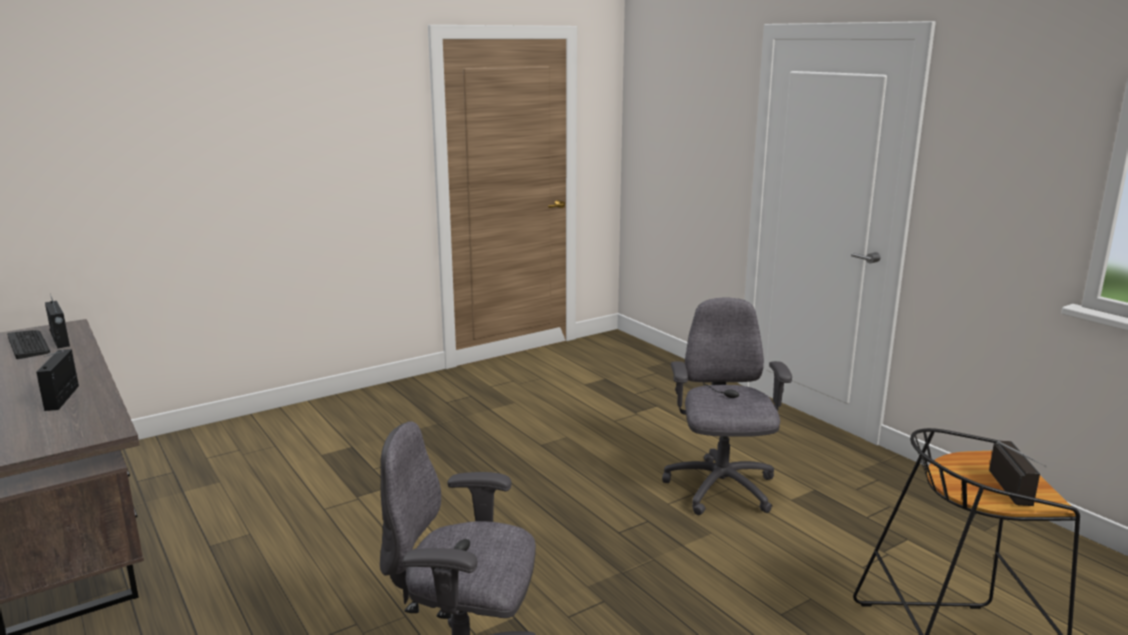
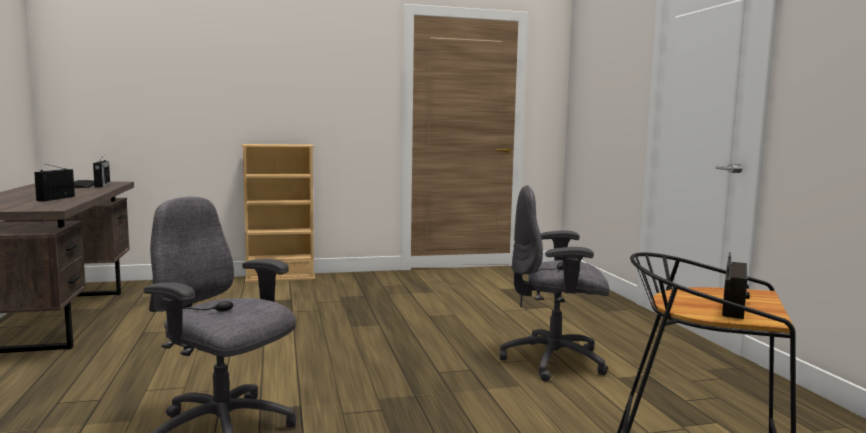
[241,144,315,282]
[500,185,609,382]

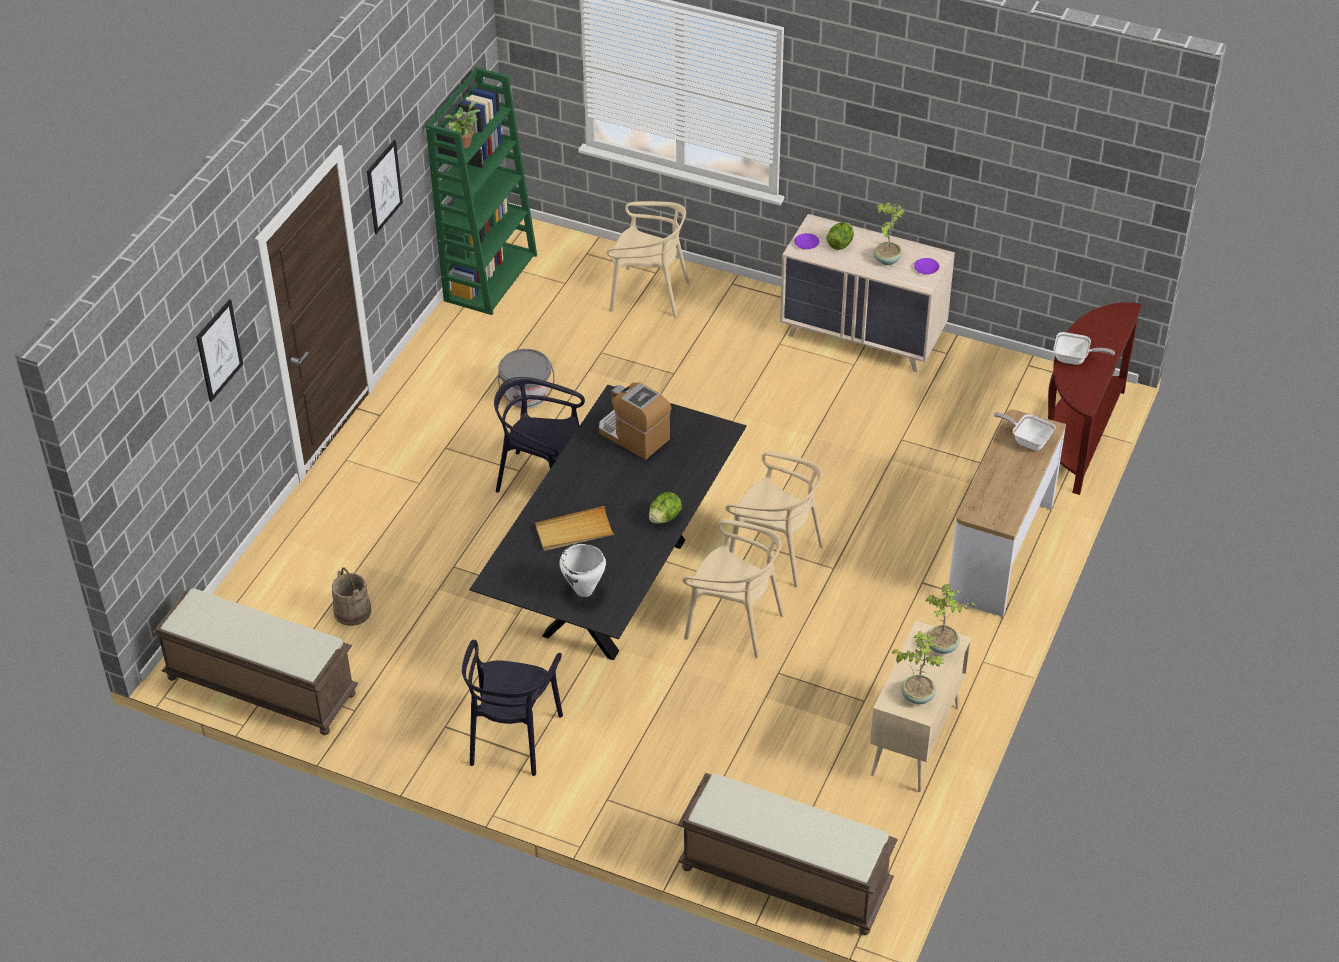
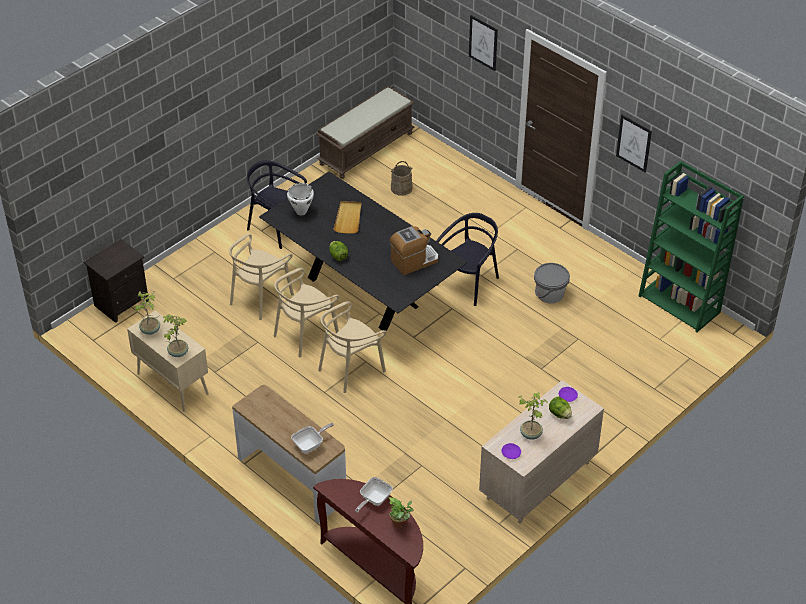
[389,497,414,528]
[229,233,294,320]
[83,239,149,323]

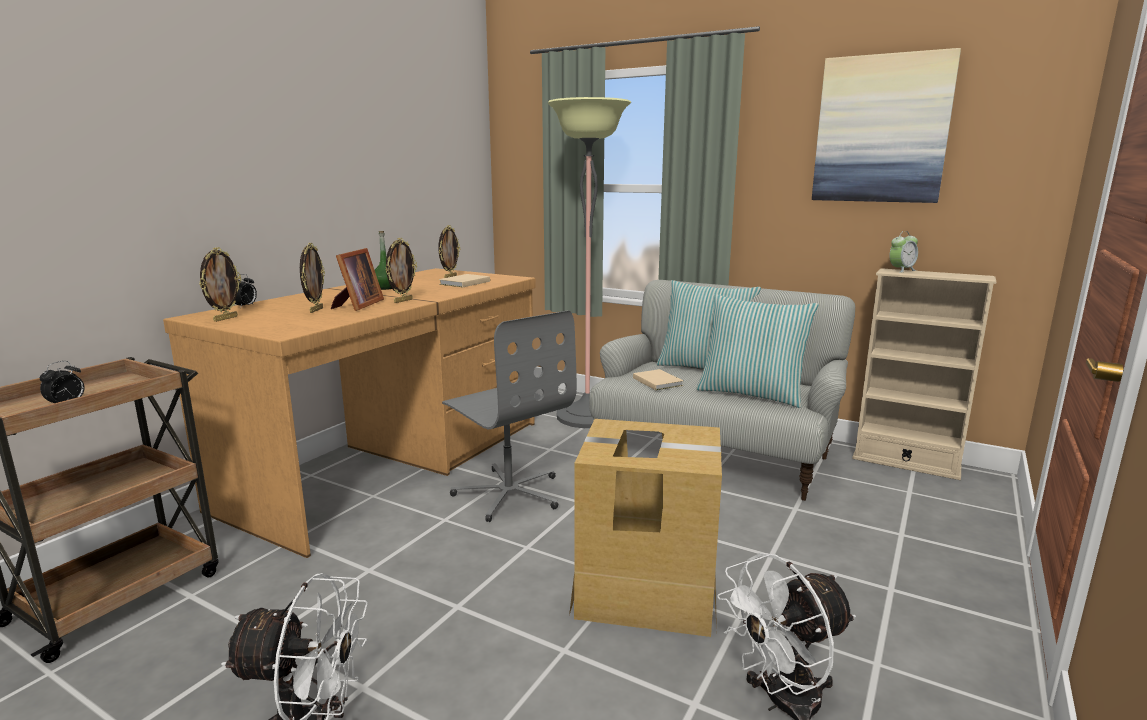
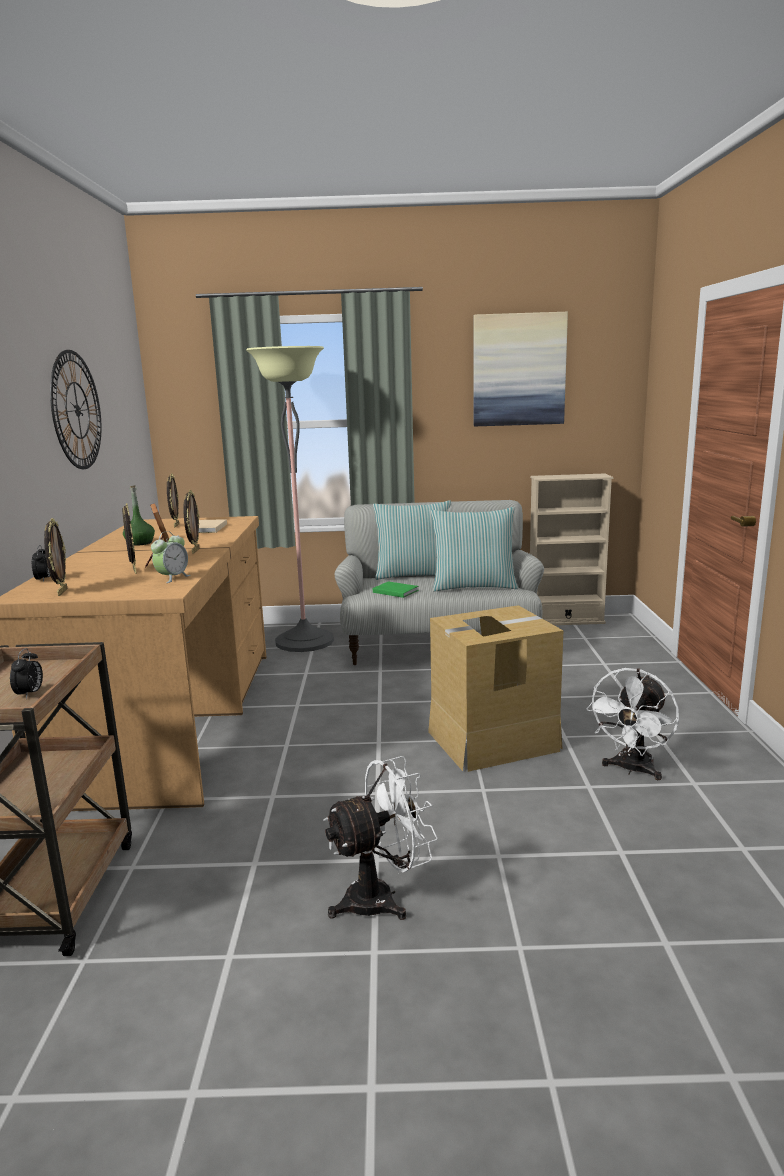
[442,310,577,522] (first image)
[50,350,101,469]
[151,531,191,583]
[373,581,419,598]

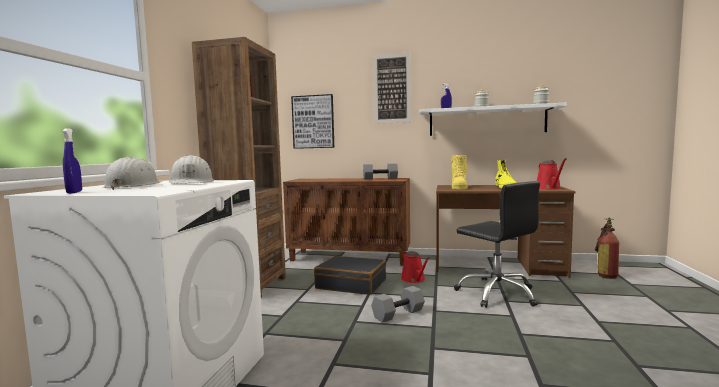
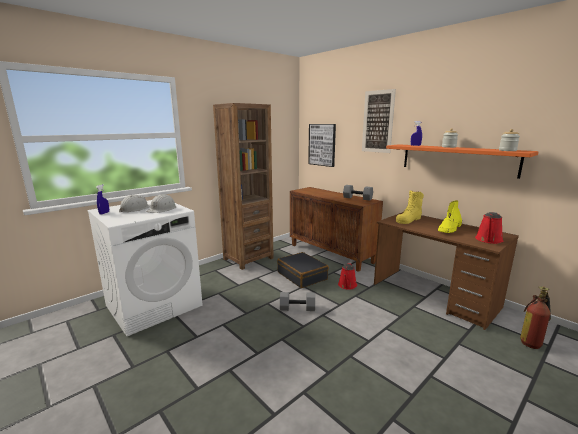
[454,181,540,308] (first image)
[386,144,539,179]

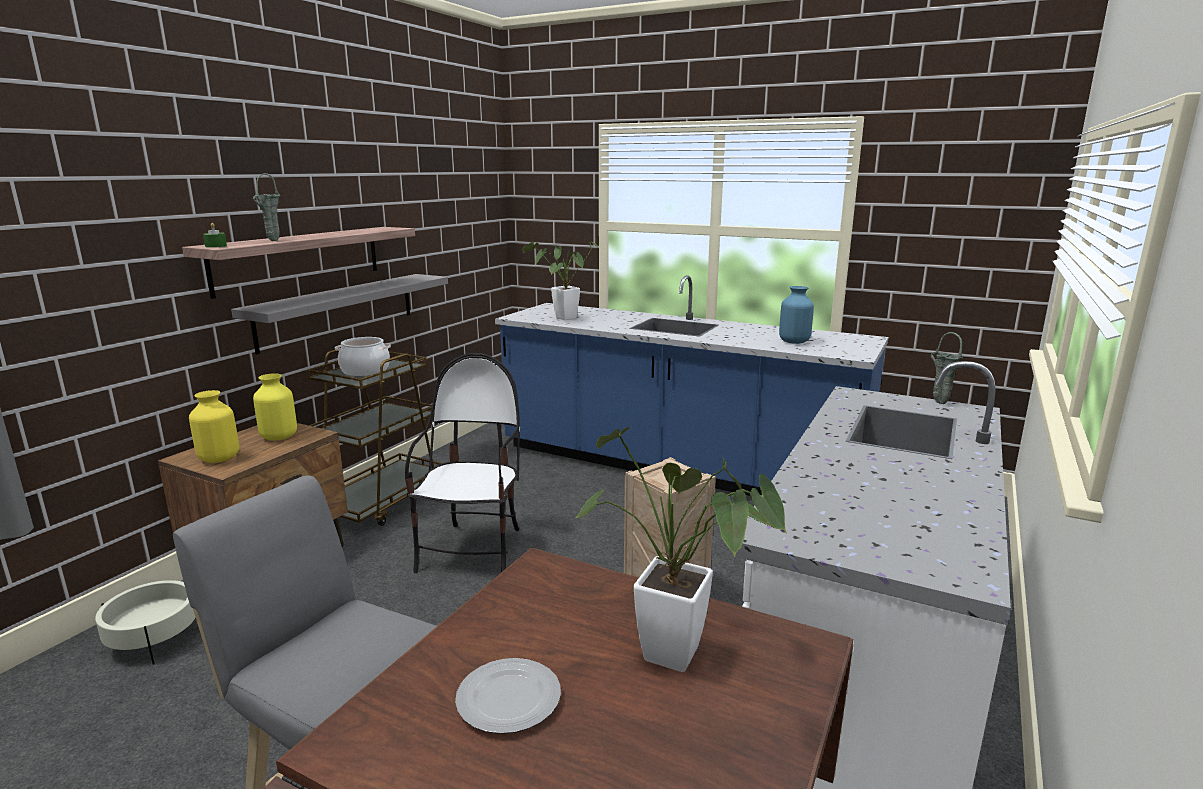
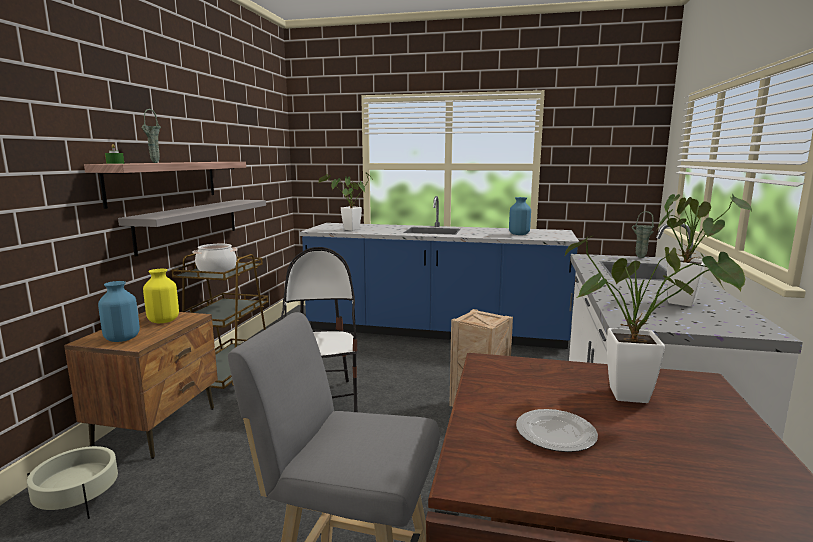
[658,193,752,307]
[98,281,140,342]

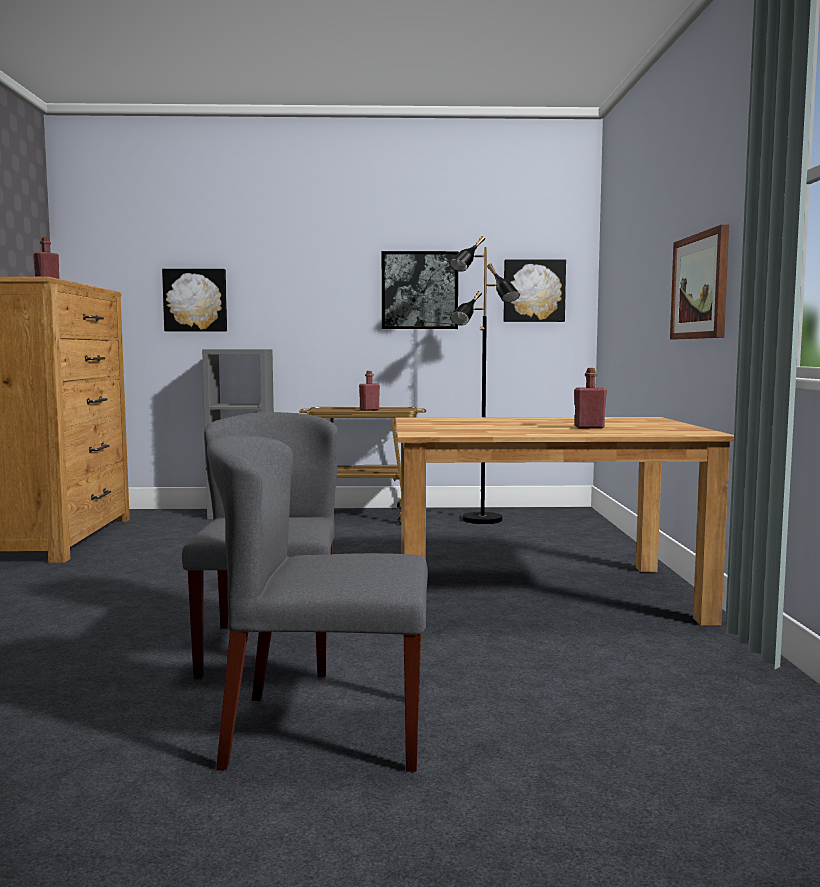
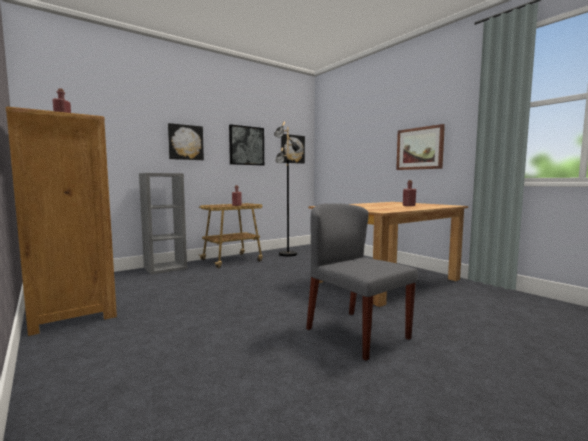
[207,435,428,772] (first image)
[168,123,204,160]

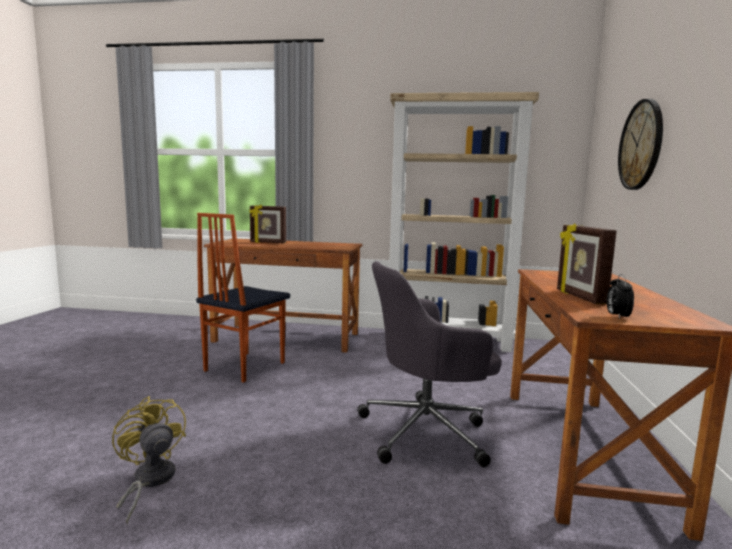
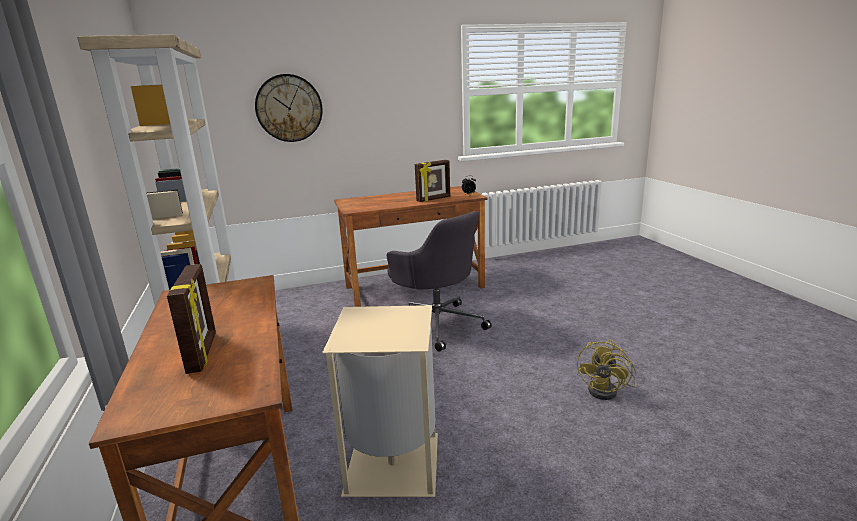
[322,305,438,497]

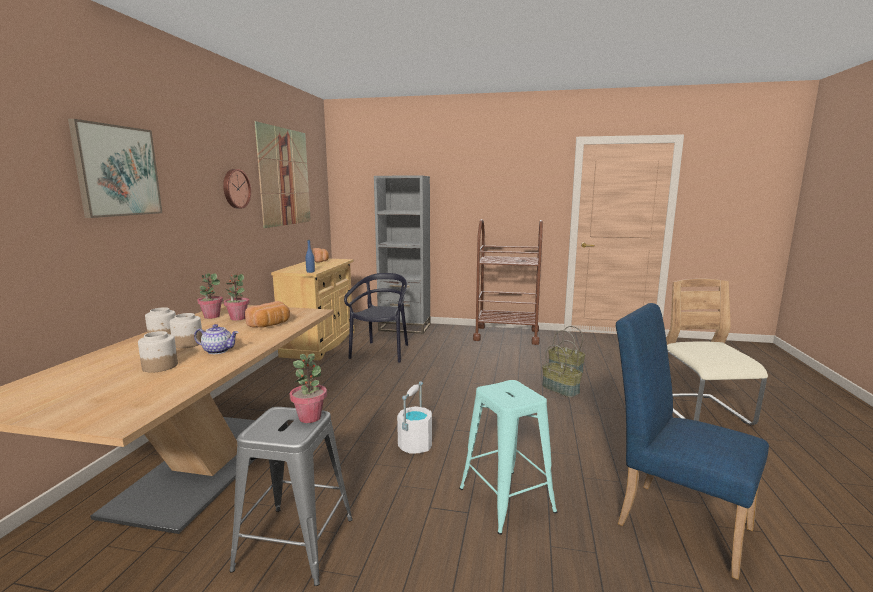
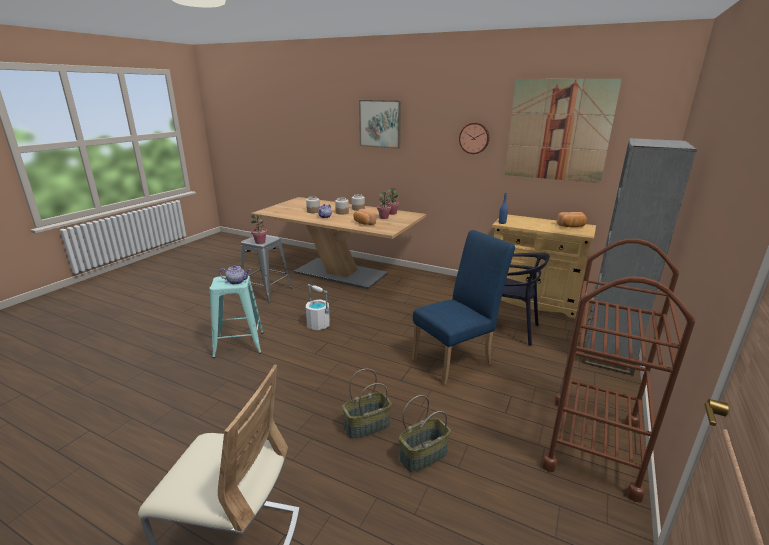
[219,265,251,284]
[412,230,515,385]

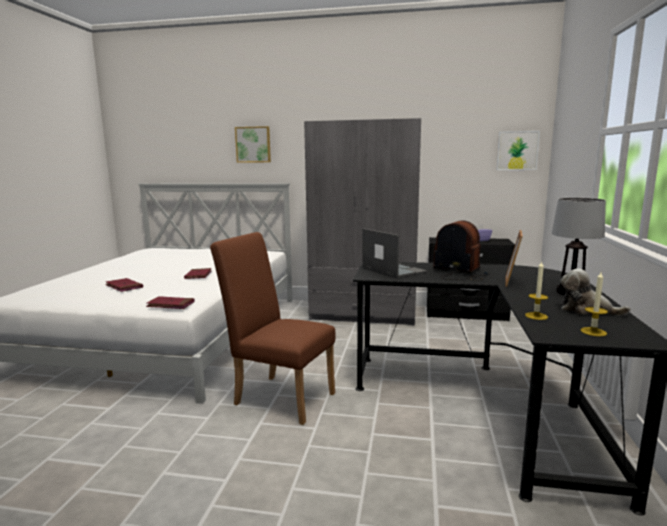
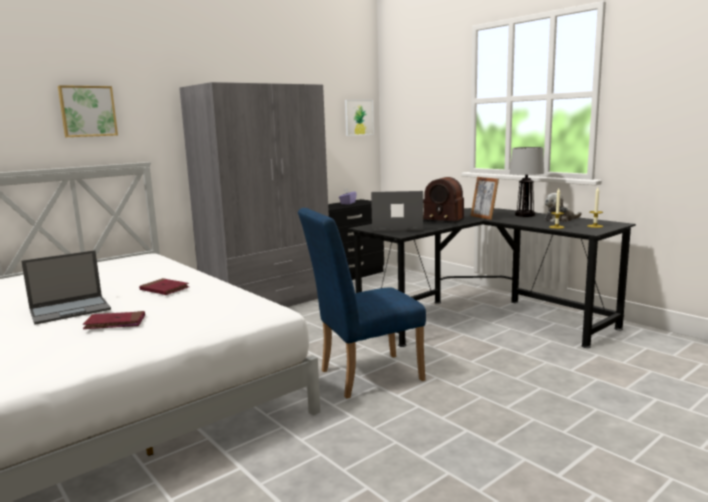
[146,296,194,309] (first image)
[21,250,111,325]
[298,208,426,399]
[423,177,464,224]

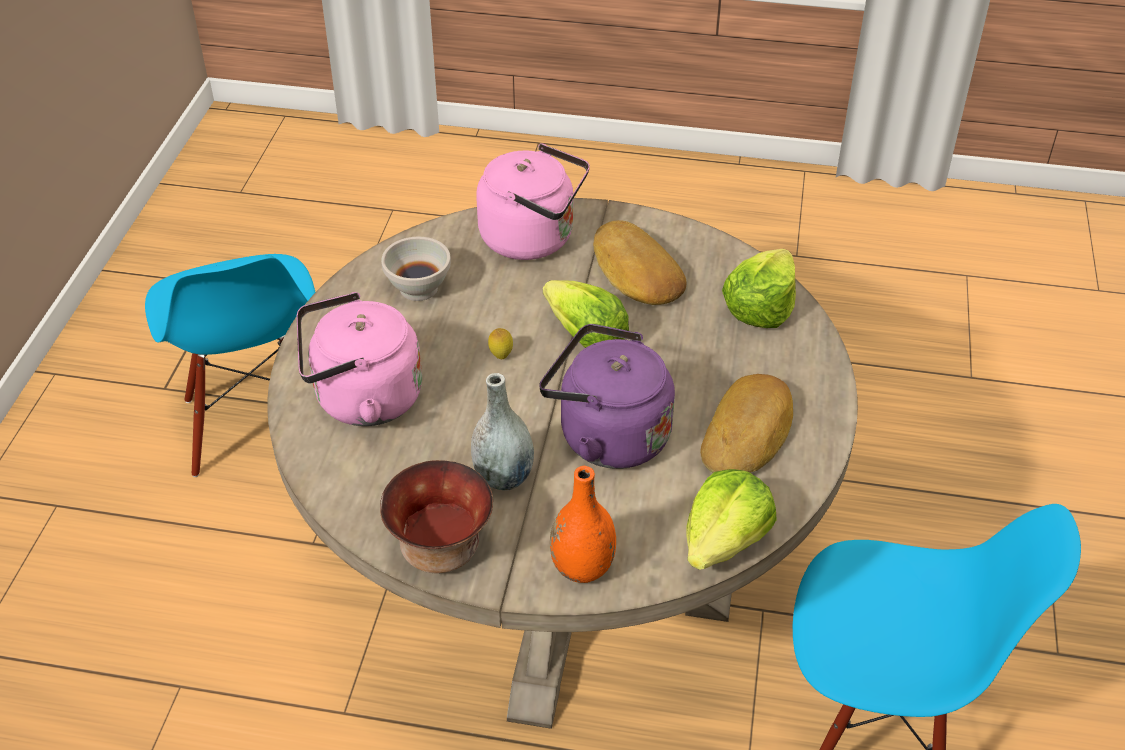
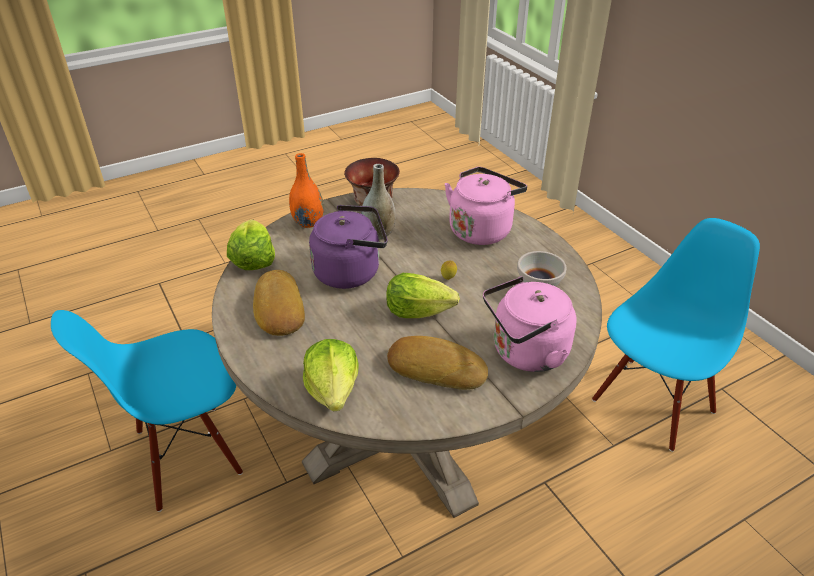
[592,218,760,452]

